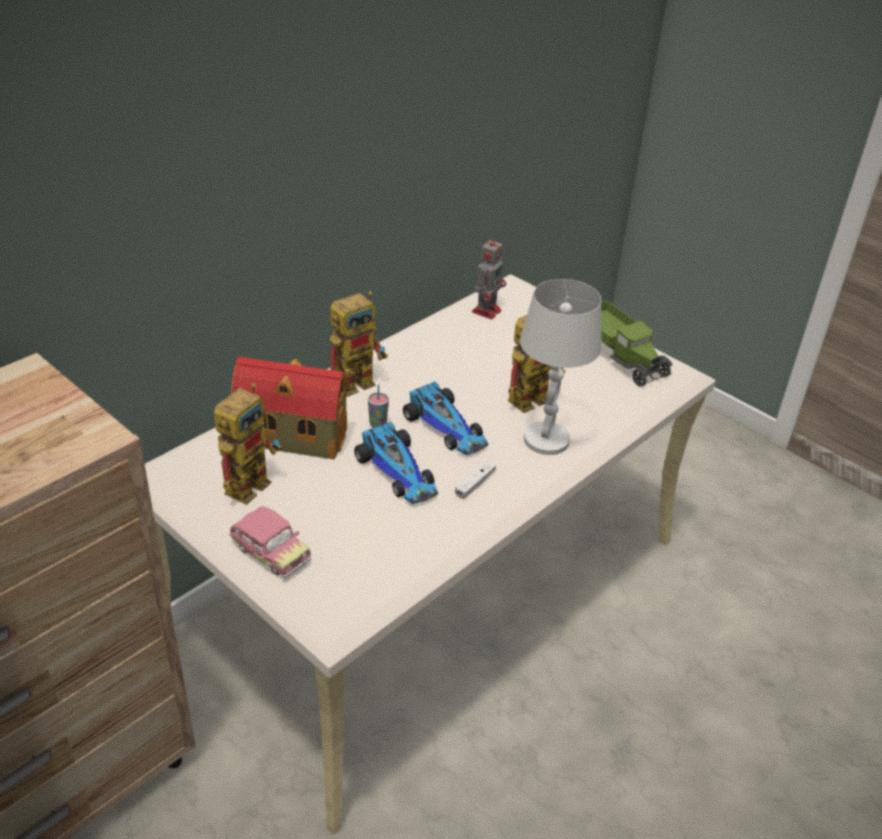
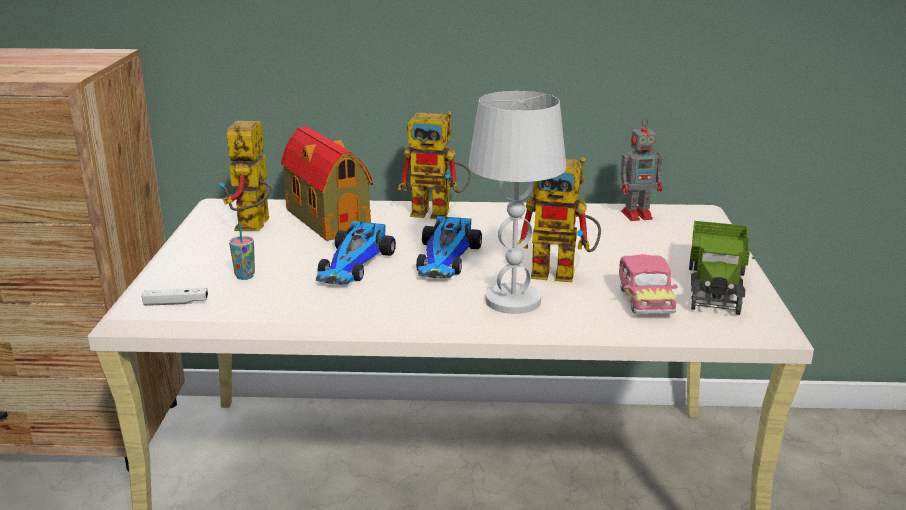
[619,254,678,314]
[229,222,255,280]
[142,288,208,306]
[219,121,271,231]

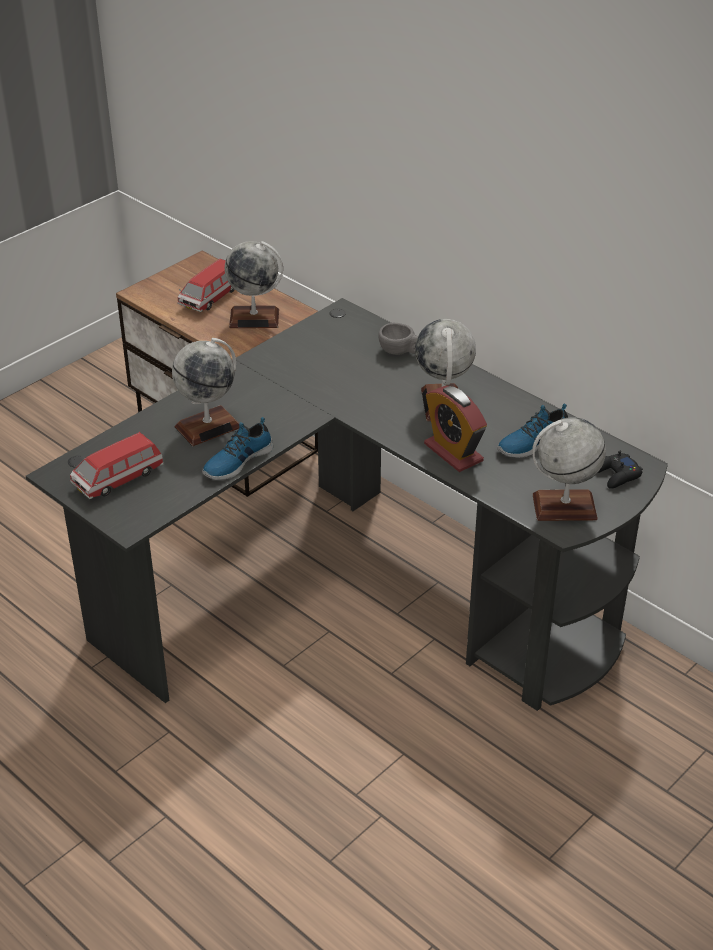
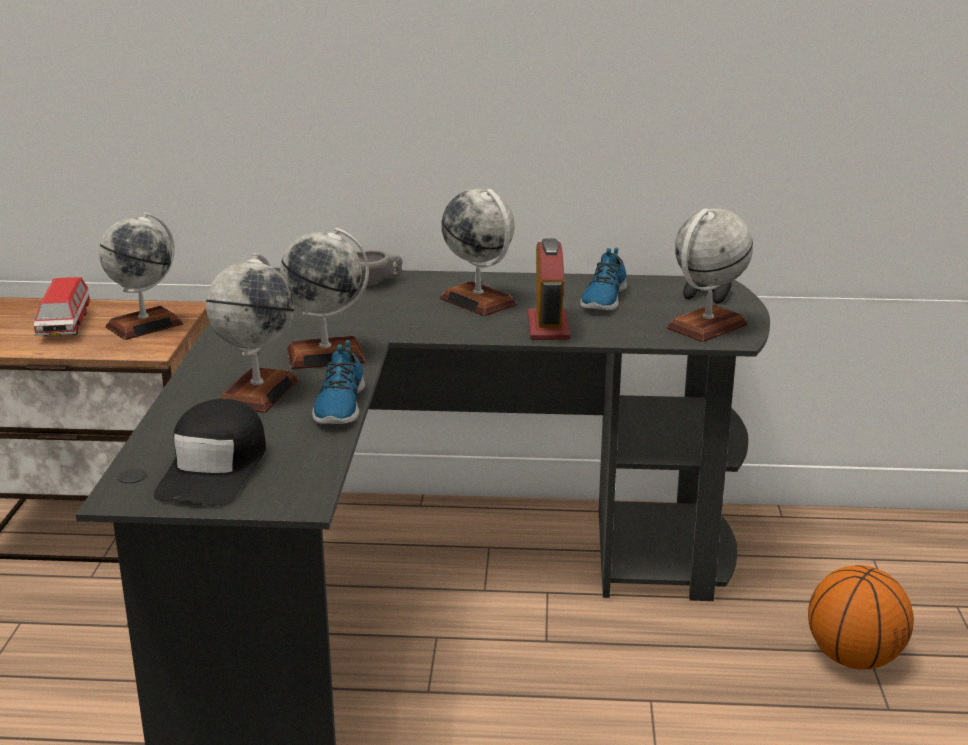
[280,228,369,369]
[808,565,914,669]
[154,399,266,506]
[527,238,570,340]

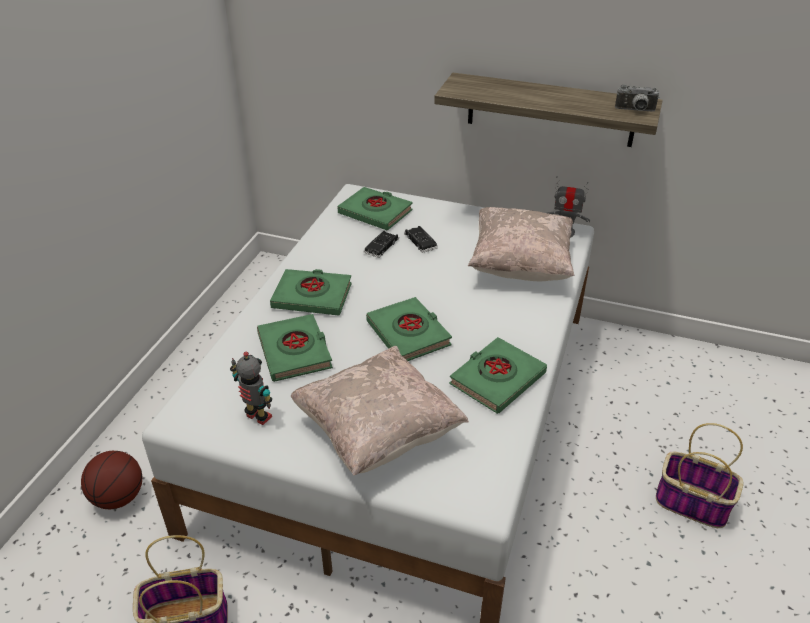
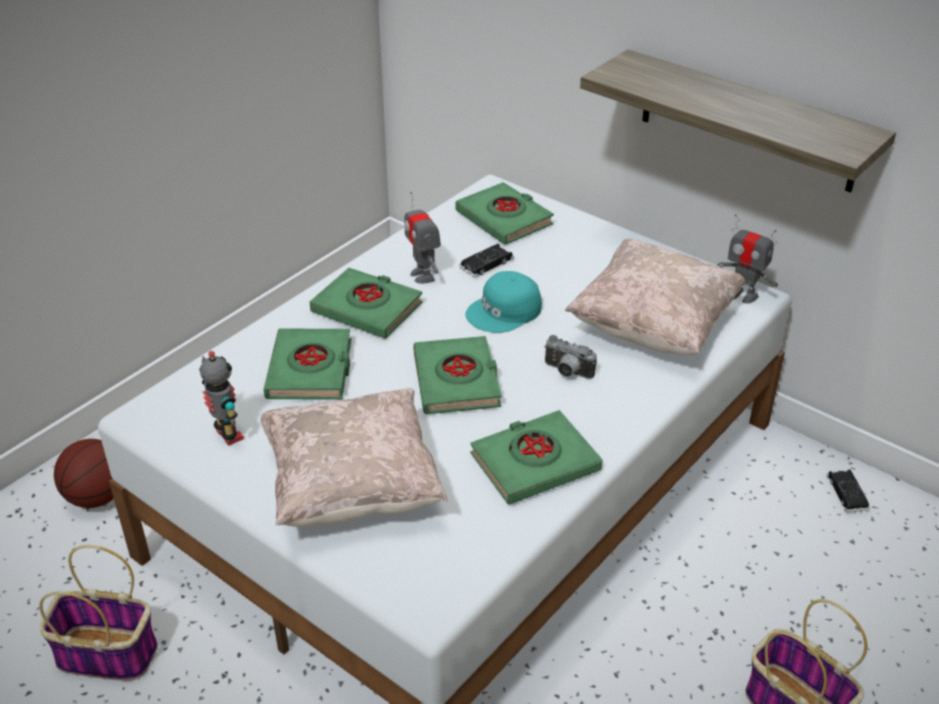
[404,192,441,284]
[465,271,542,333]
[826,469,870,513]
[544,335,597,379]

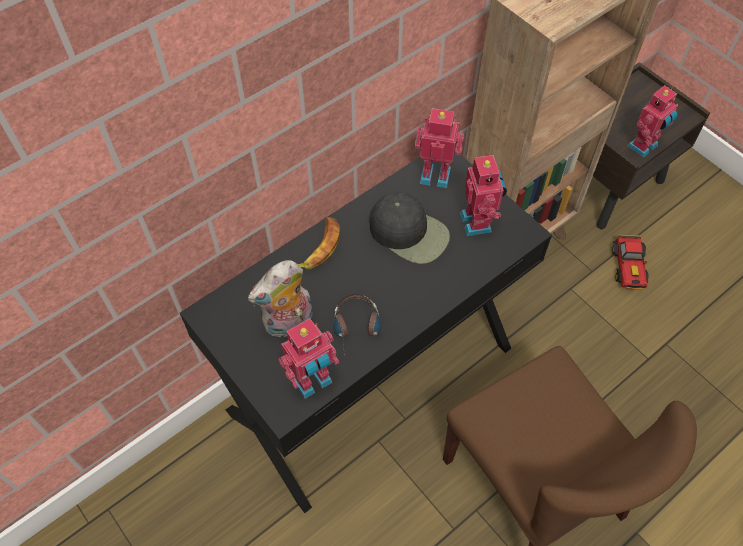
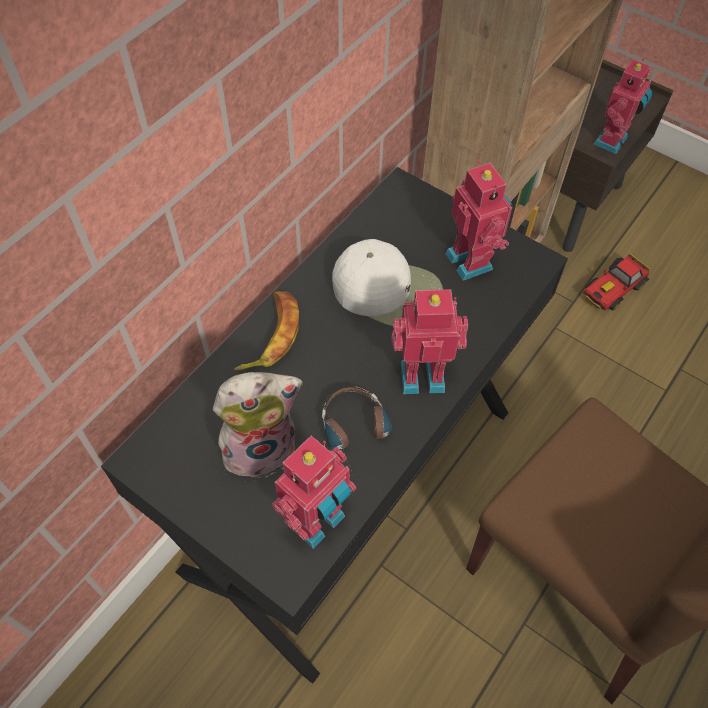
[391,289,468,394]
[332,239,443,326]
[213,372,303,478]
[583,253,651,311]

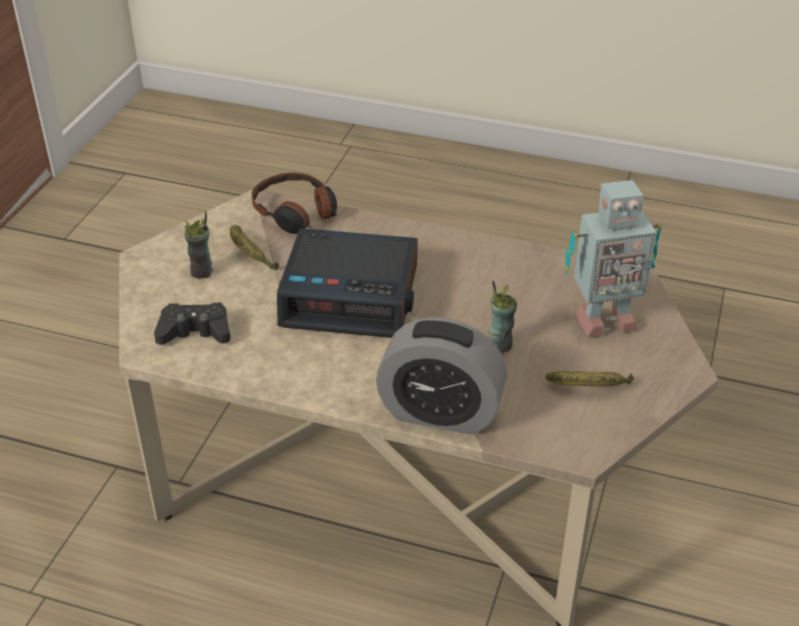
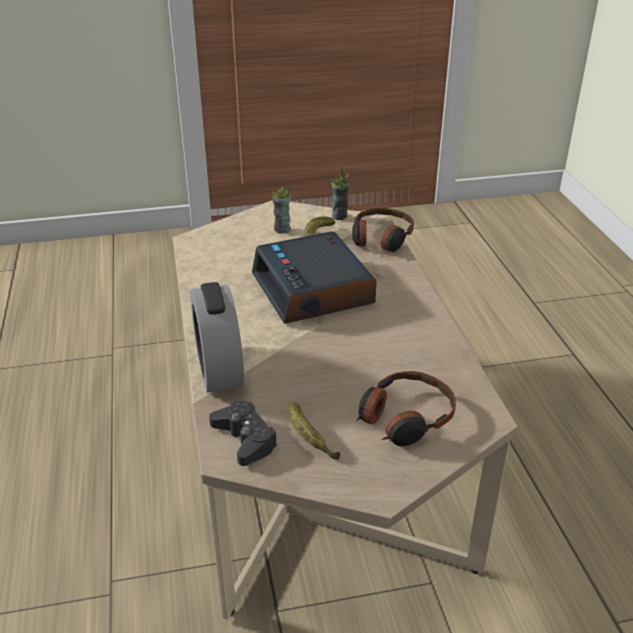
[209,401,278,466]
[330,167,349,220]
[356,371,456,446]

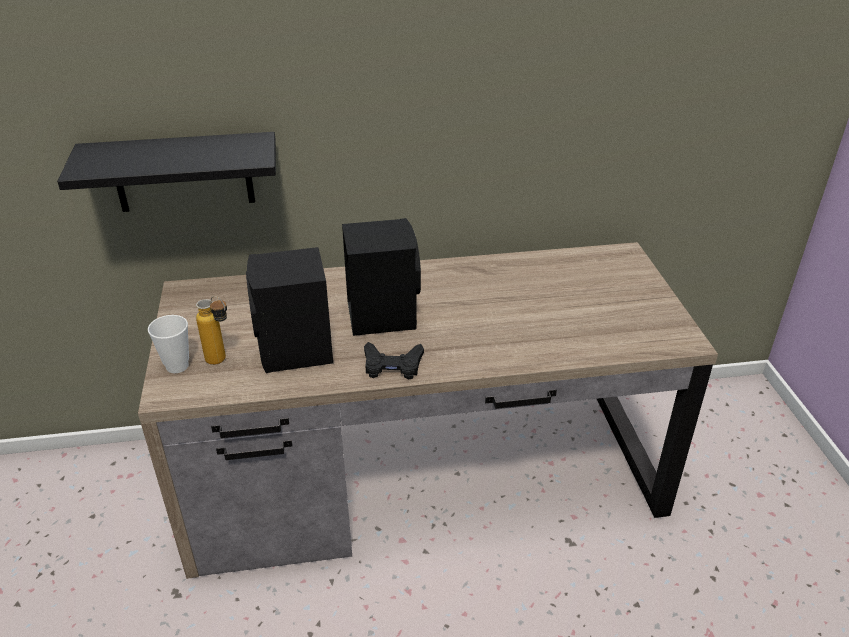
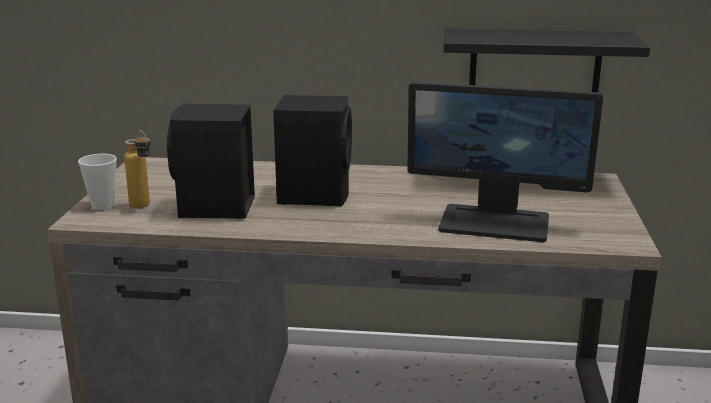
[364,342,424,379] (first image)
[407,82,603,242]
[443,29,650,92]

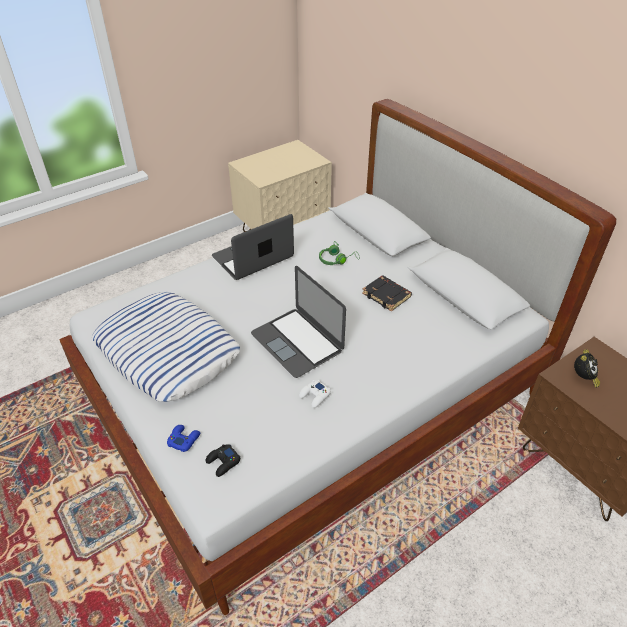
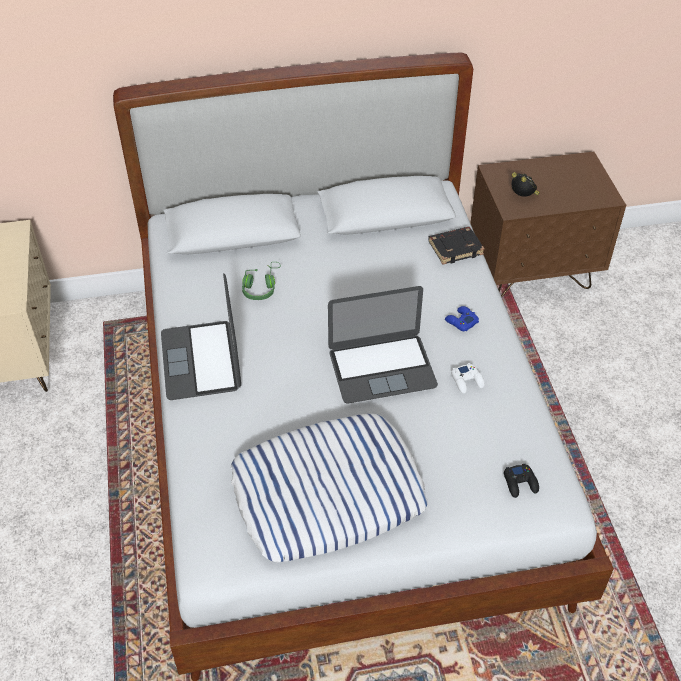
[445,306,479,331]
[428,226,485,265]

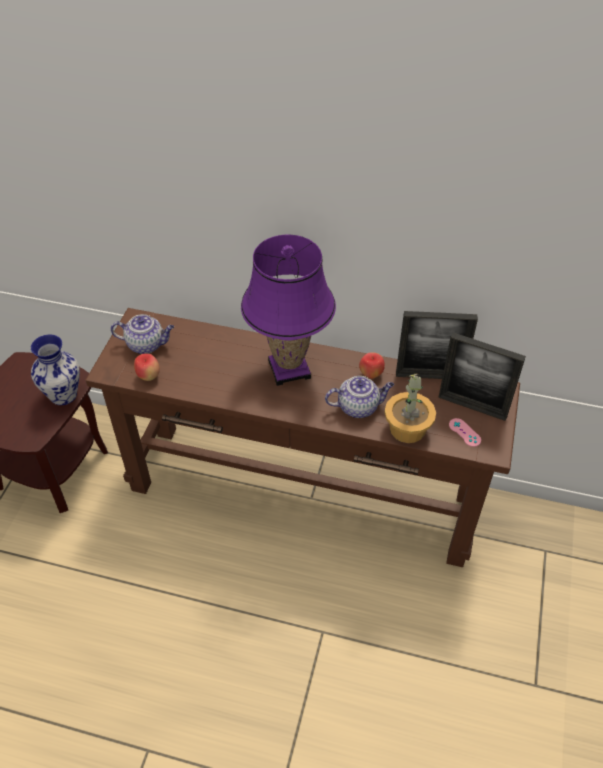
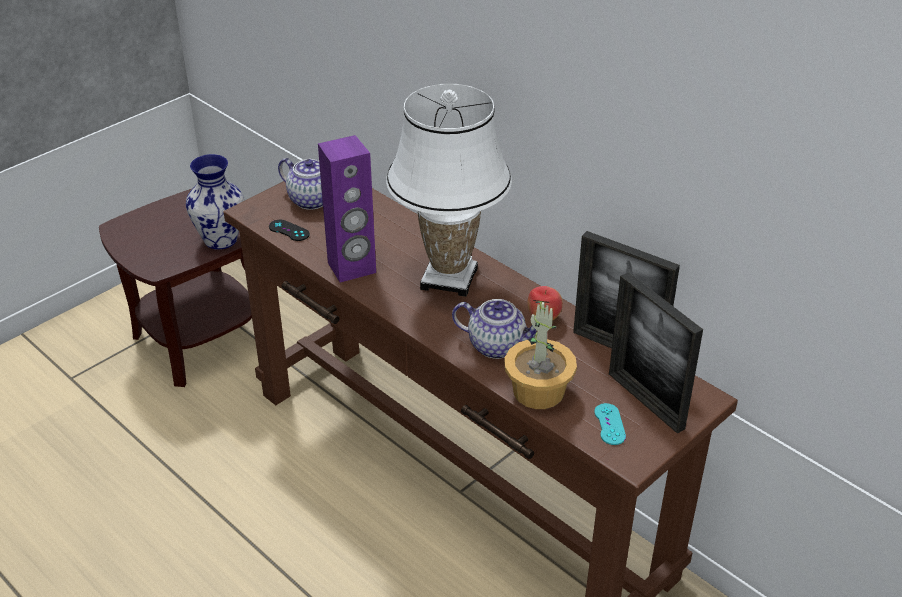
[318,135,376,283]
[269,220,310,241]
[386,84,512,297]
[594,403,626,445]

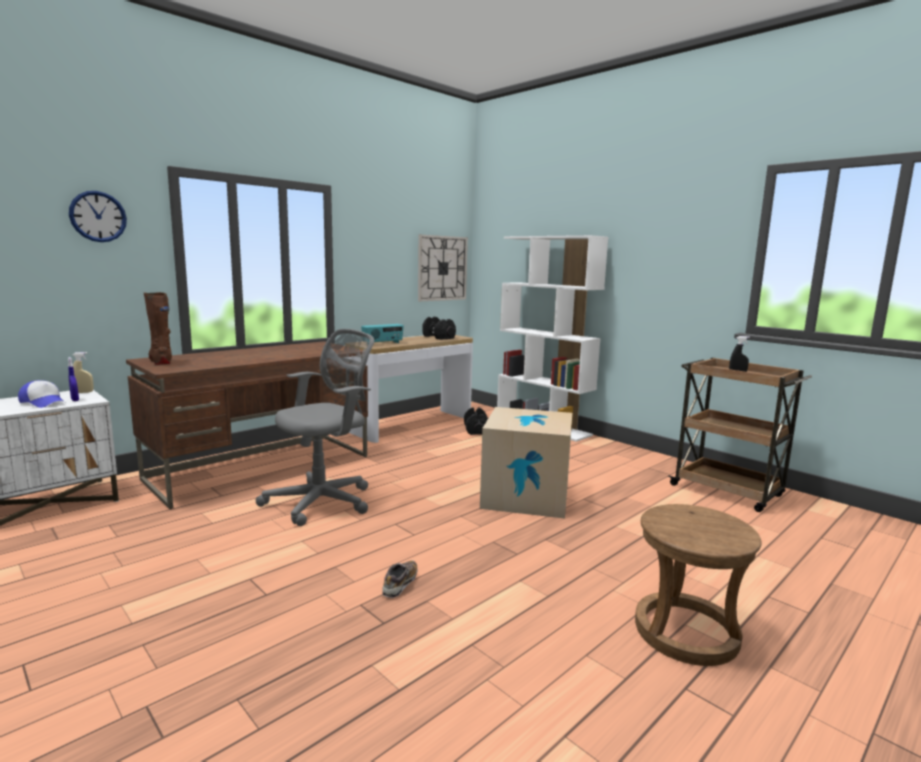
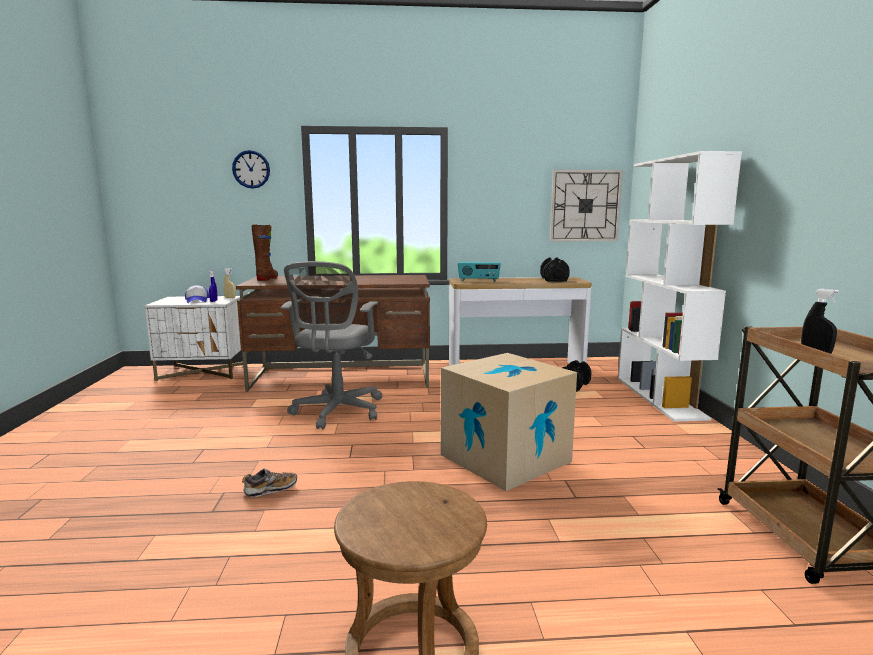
[281,261,383,429]

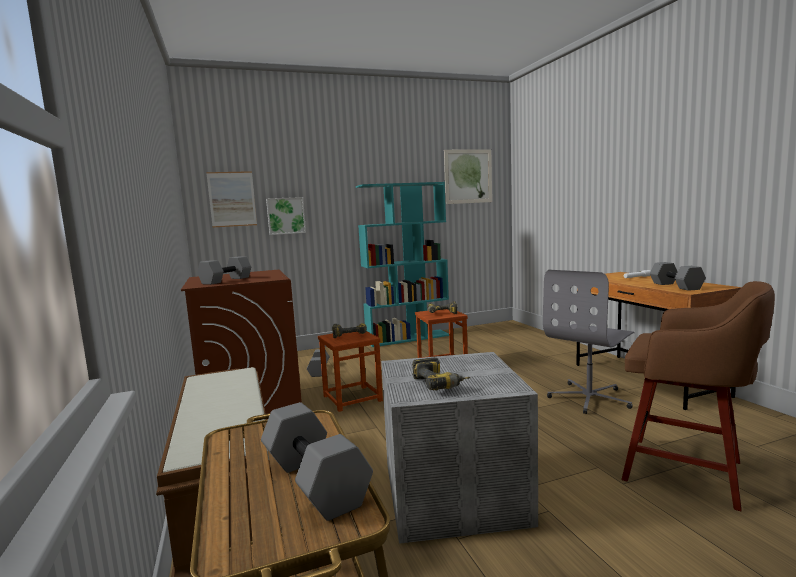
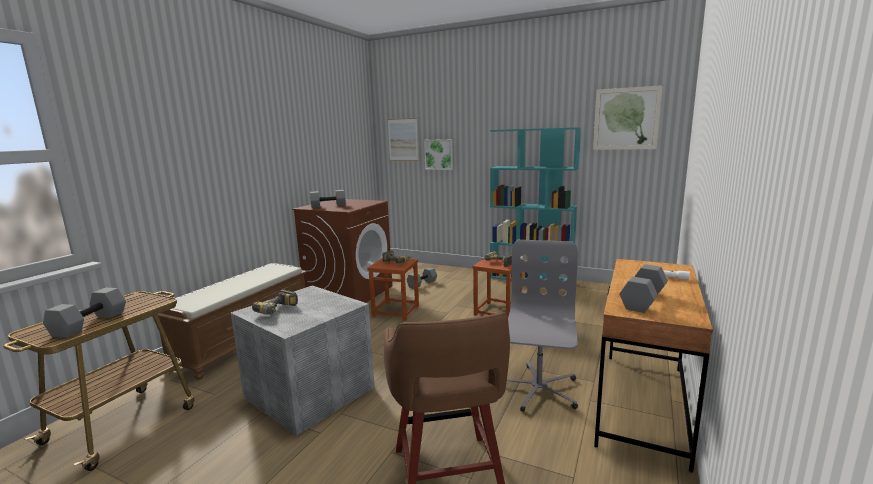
[507,240,578,412]

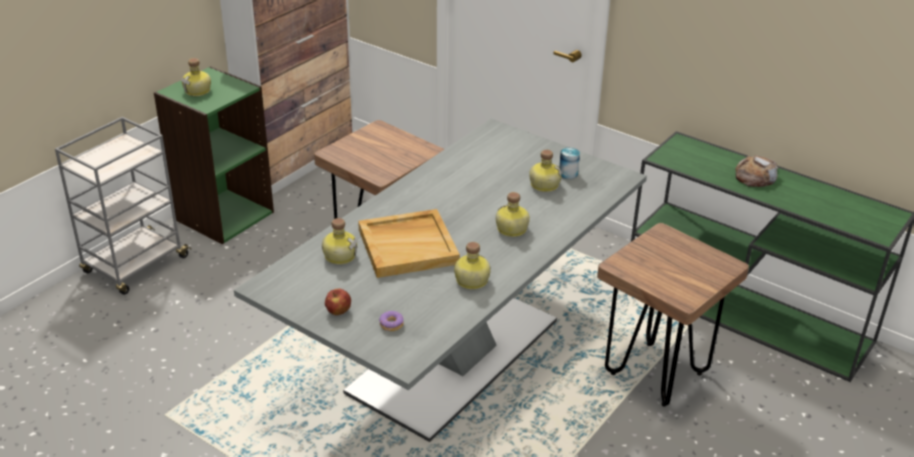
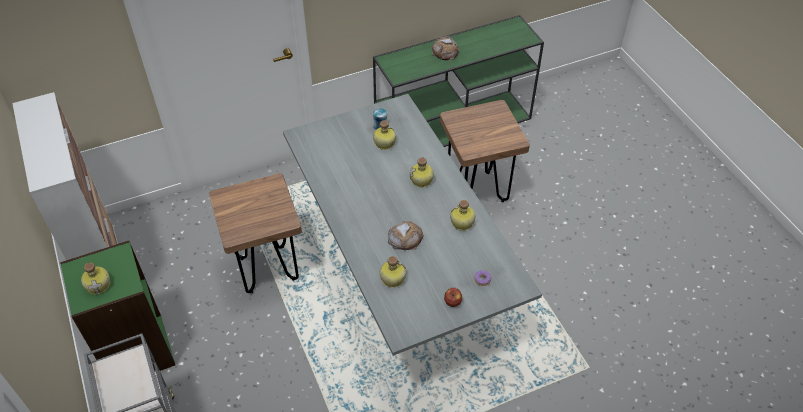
[388,221,424,250]

